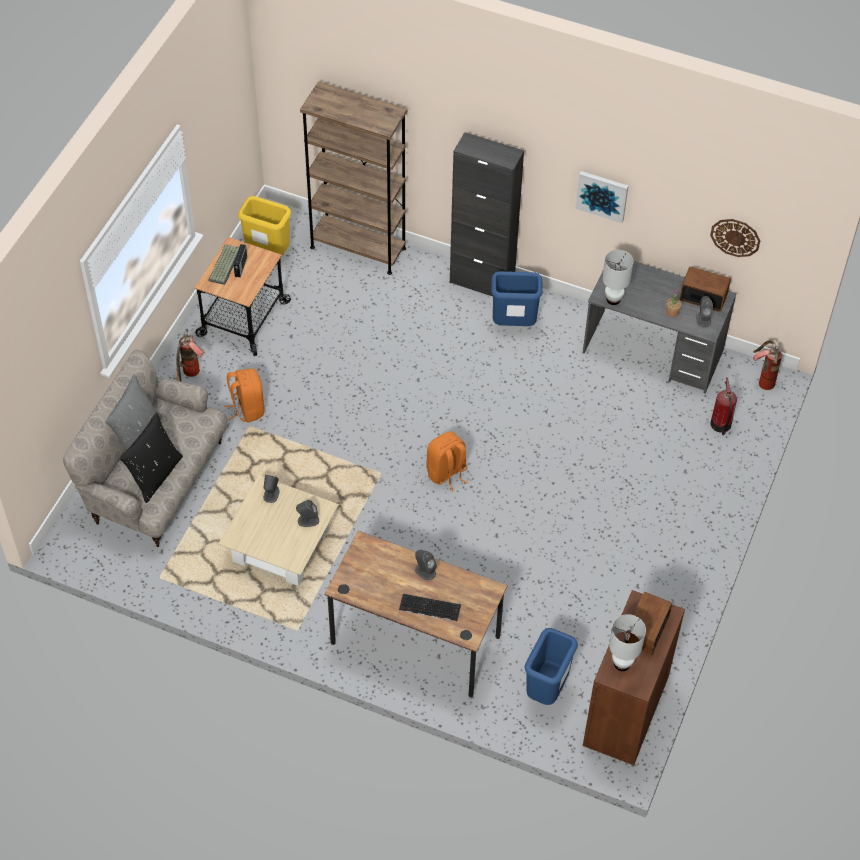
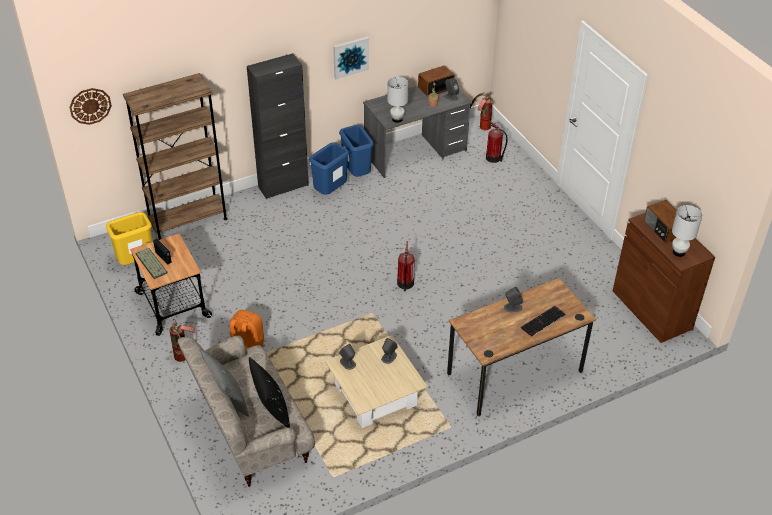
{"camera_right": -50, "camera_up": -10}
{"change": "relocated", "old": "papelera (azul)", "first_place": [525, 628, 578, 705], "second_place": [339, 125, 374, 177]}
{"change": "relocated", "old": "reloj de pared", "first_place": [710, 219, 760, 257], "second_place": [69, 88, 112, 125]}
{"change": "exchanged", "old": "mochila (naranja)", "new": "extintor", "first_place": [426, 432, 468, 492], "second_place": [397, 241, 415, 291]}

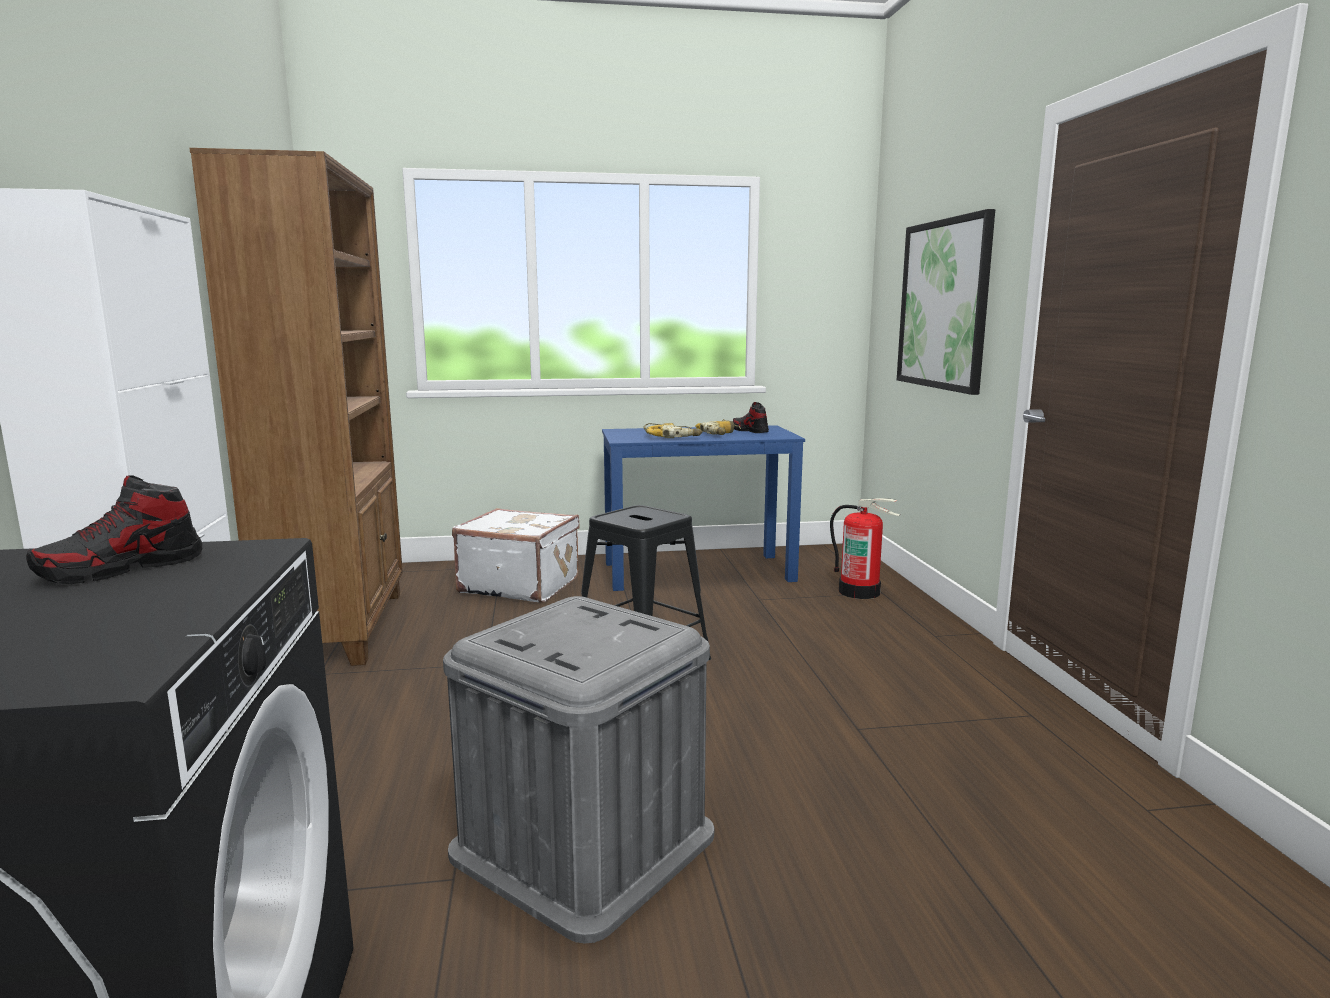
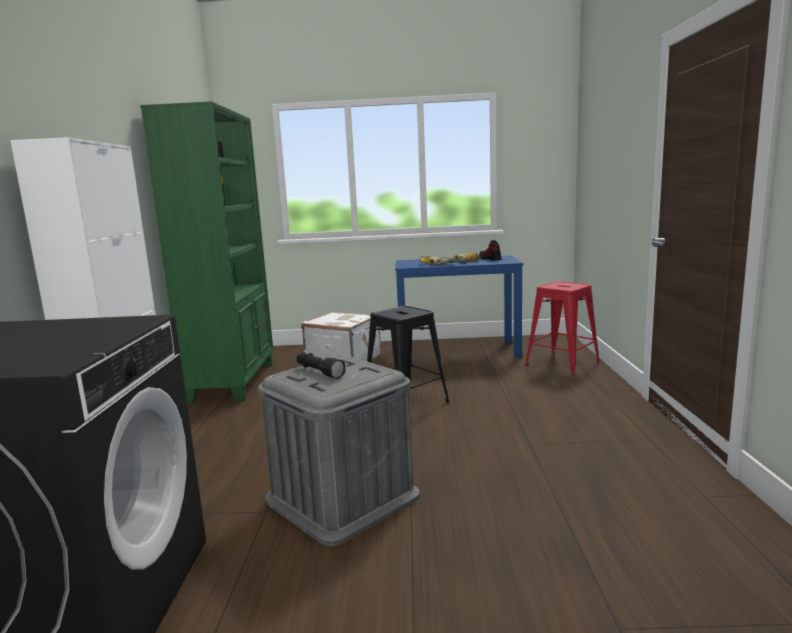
{"camera_right": 10, "camera_up": 0}
{"change": "missing", "old": "zapato", "first_place": [26, 476, 202, 584]}
{"change": "missing", "old": "cuadro", "first_place": [897, 209, 995, 395]}
{"change": "appeared", "new": "linterna (negro)", "second_place": [296, 353, 346, 379]}
{"change": "exchanged", "old": "extintor", "new": "taburete (rojo)", "first_place": [830, 498, 900, 599], "second_place": [525, 281, 600, 376]}
{"change": "colour", "old": "estantería (marrón)", "new": "estantería (verde)", "first_place": [189, 148, 403, 666], "second_place": [140, 101, 274, 404]}

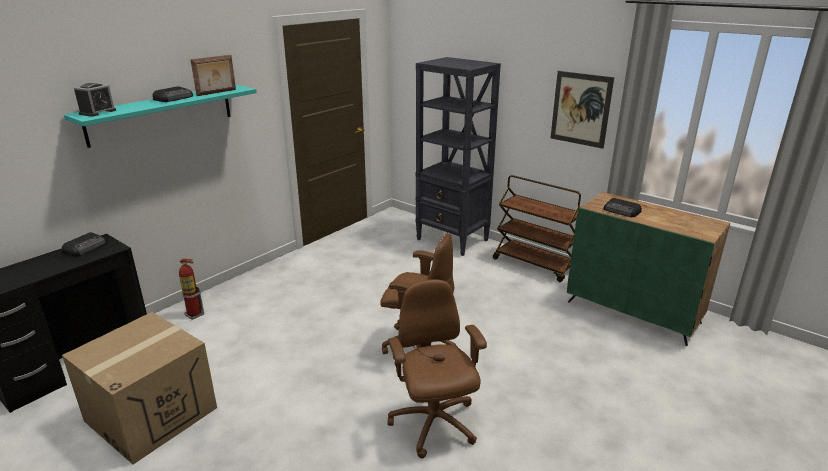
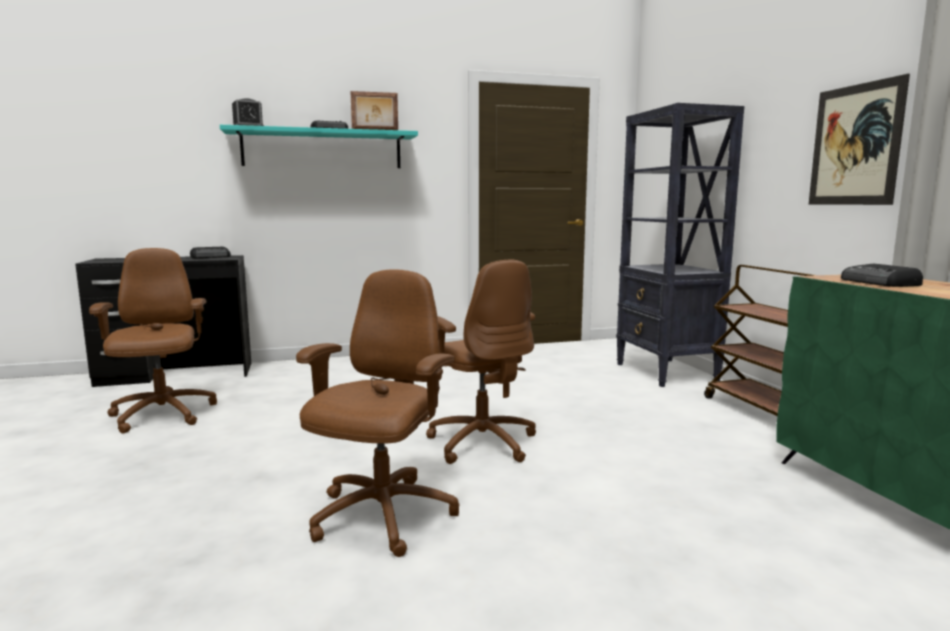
{"camera_right": 35, "camera_up": -15}
{"change": "missing", "old": "extintor", "first_place": [179, 259, 204, 320]}
{"change": "exchanged", "old": "caja de cartón", "new": "silla de oficina (marrón)", "first_place": [62, 312, 217, 464], "second_place": [89, 248, 217, 434]}

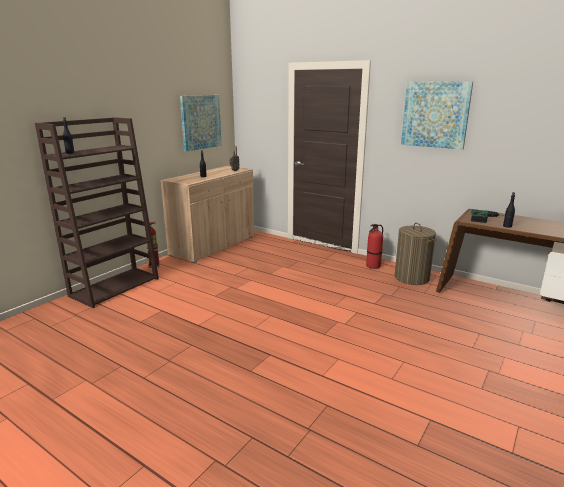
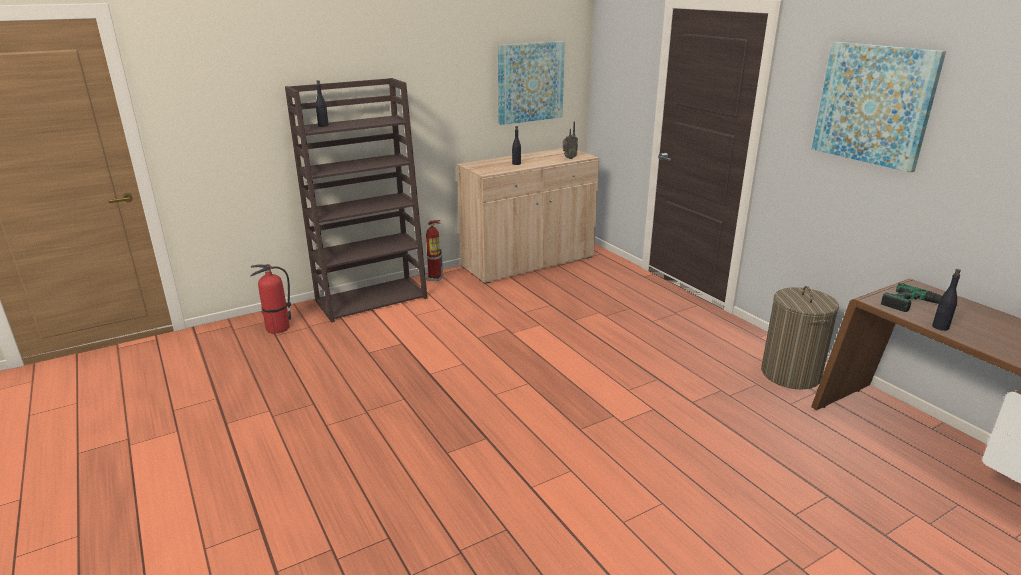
{"camera_right": 25, "camera_up": 5}
{"change": "relocated", "old": "extintor", "first_place": [366, 224, 383, 269], "second_place": [251, 264, 291, 334]}

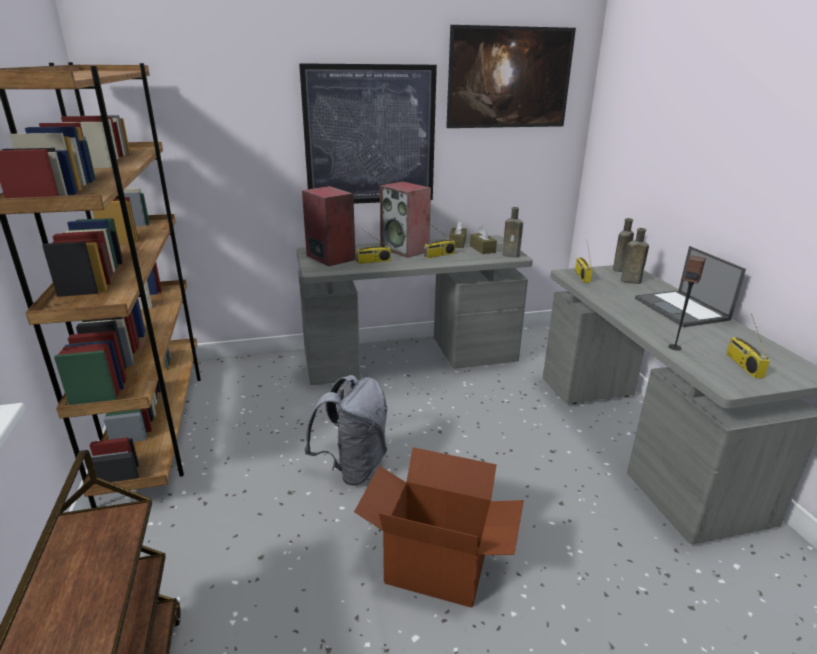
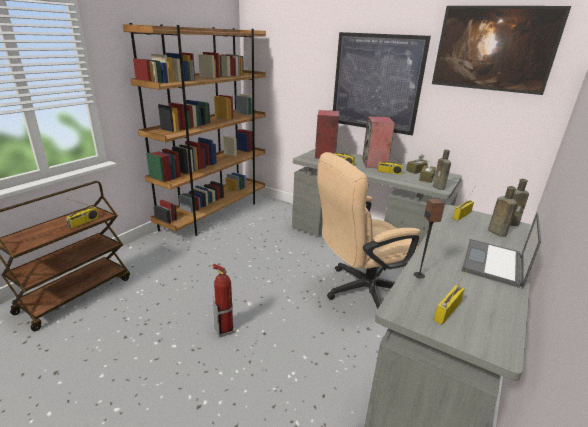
{"camera_right": 45, "camera_up": 0}
{"change": "missing", "old": "mochila (gris)", "first_place": [304, 375, 388, 485]}
{"change": "appeared", "new": "radio", "second_place": [66, 199, 99, 229]}
{"change": "appeared", "new": "silla de oficina (beis)", "second_place": [317, 152, 420, 309]}
{"change": "exchanged", "old": "caja de cartón", "new": "extintor", "first_place": [354, 447, 524, 608], "second_place": [212, 264, 236, 337]}

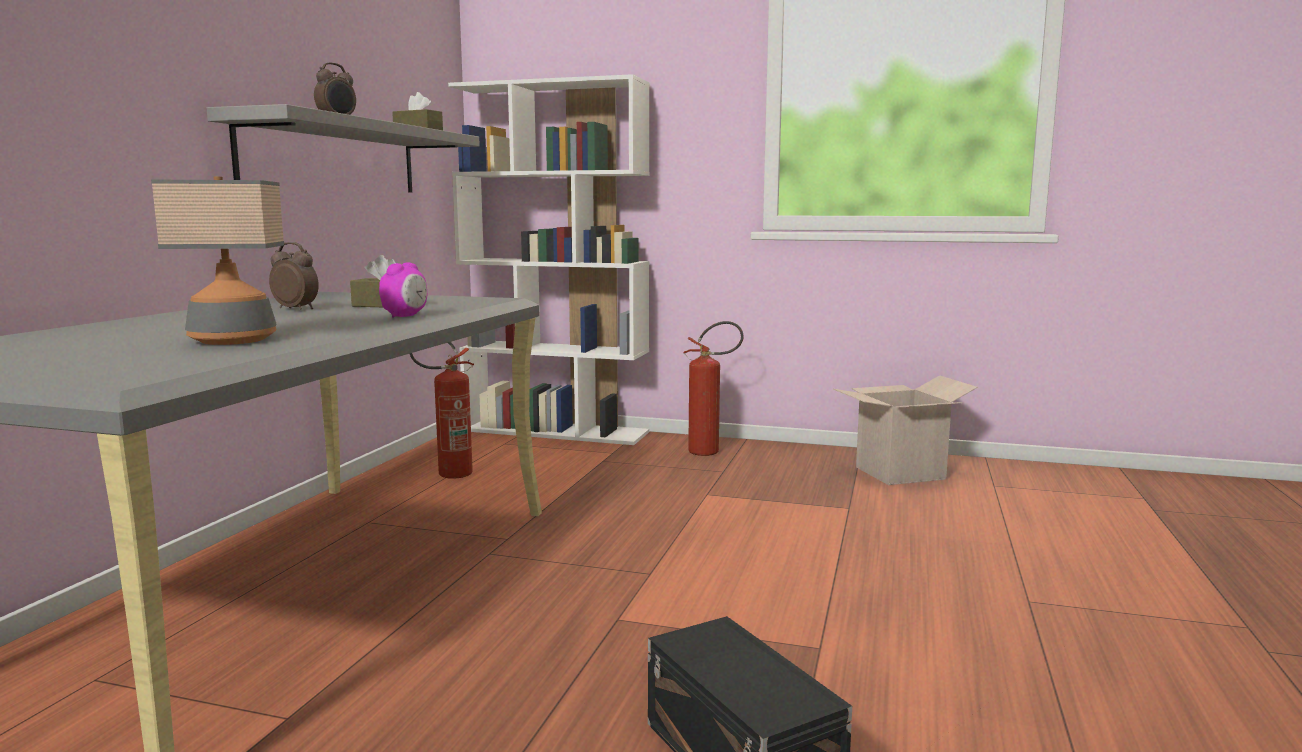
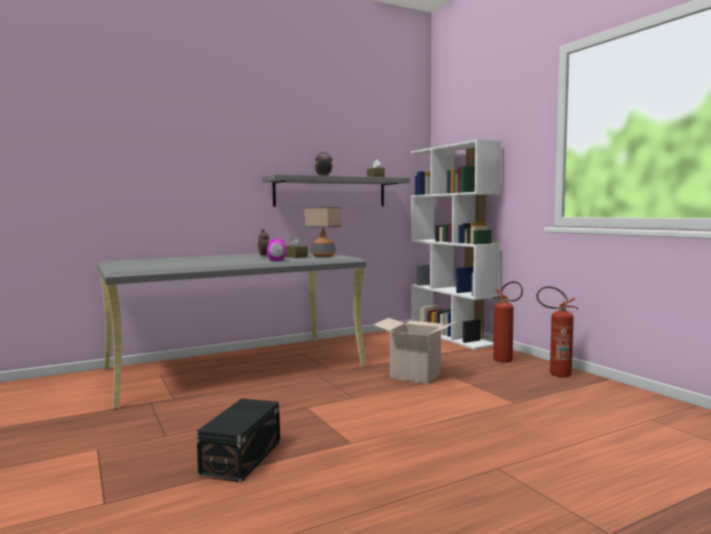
{"camera_right": 45, "camera_up": -5}
{"change": "relocated", "old": "lámpara de mesa", "first_place": [151, 177, 284, 345], "second_place": [304, 206, 342, 257]}
{"change": "relocated", "old": "extintor", "first_place": [410, 342, 474, 479], "second_place": [536, 286, 578, 377]}
{"change": "relocated", "old": "caja de cartón", "first_place": [833, 375, 978, 485], "second_place": [373, 318, 457, 384]}

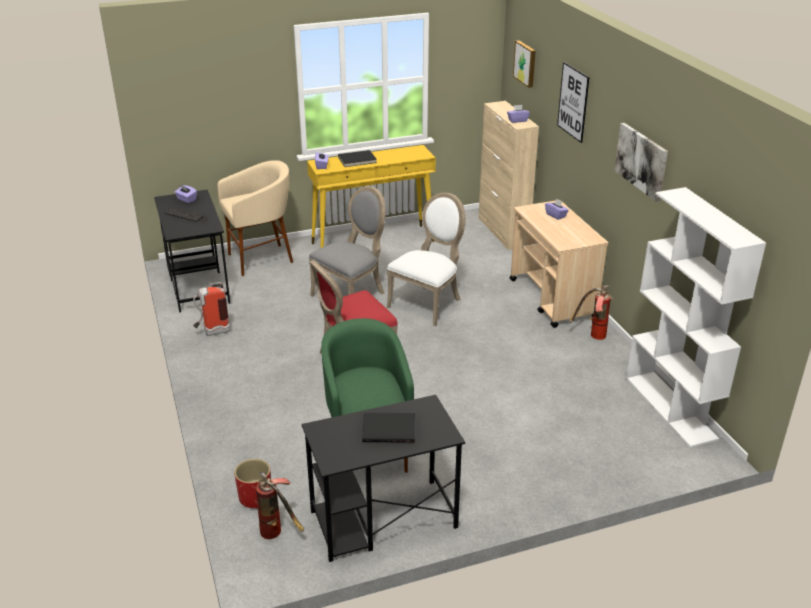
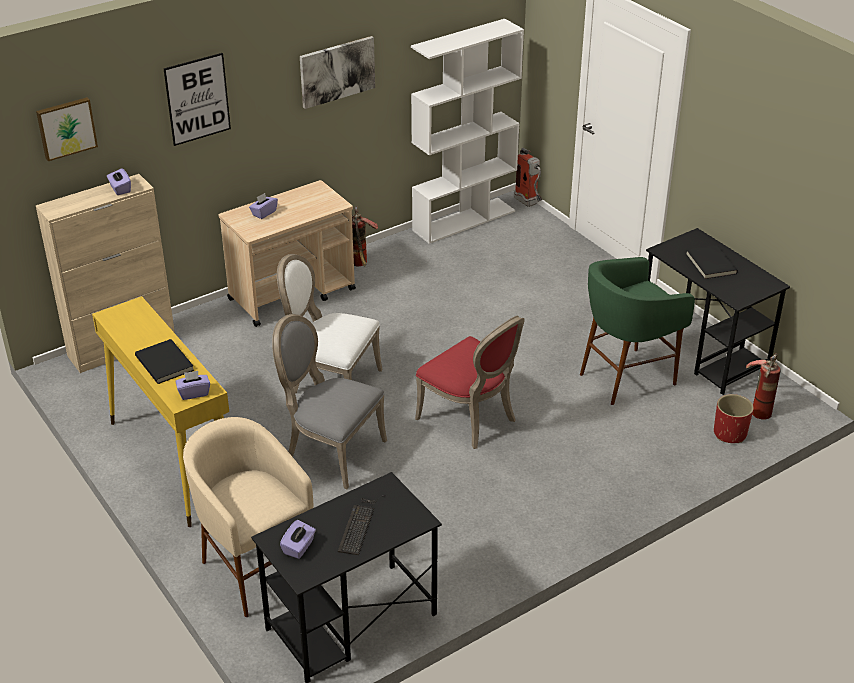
{"camera_right": -105, "camera_up": 5}
{"change": "relocated", "old": "extintor", "first_place": [193, 282, 231, 336], "second_place": [514, 148, 542, 207]}

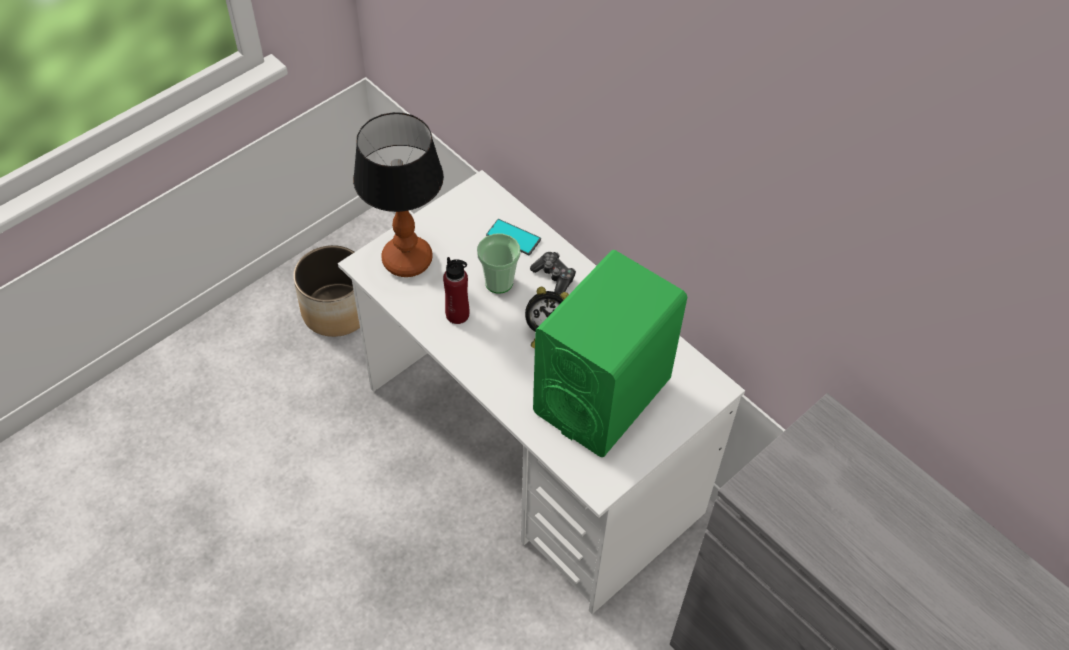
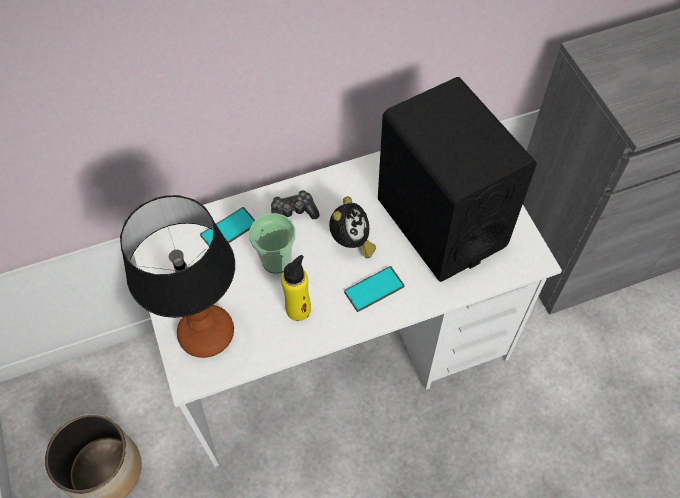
{"camera_right": -65, "camera_up": 5}
{"change": "appeared", "new": "móvil", "second_place": [344, 266, 404, 312]}
{"change": "colour", "old": "botella (rojo)", "new": "botella (amarillo)", "first_place": [443, 257, 469, 324], "second_place": [281, 255, 311, 321]}
{"change": "colour", "old": "altavoz (verde)", "new": "altavoz (negro)", "first_place": [533, 250, 687, 457], "second_place": [378, 77, 537, 282]}

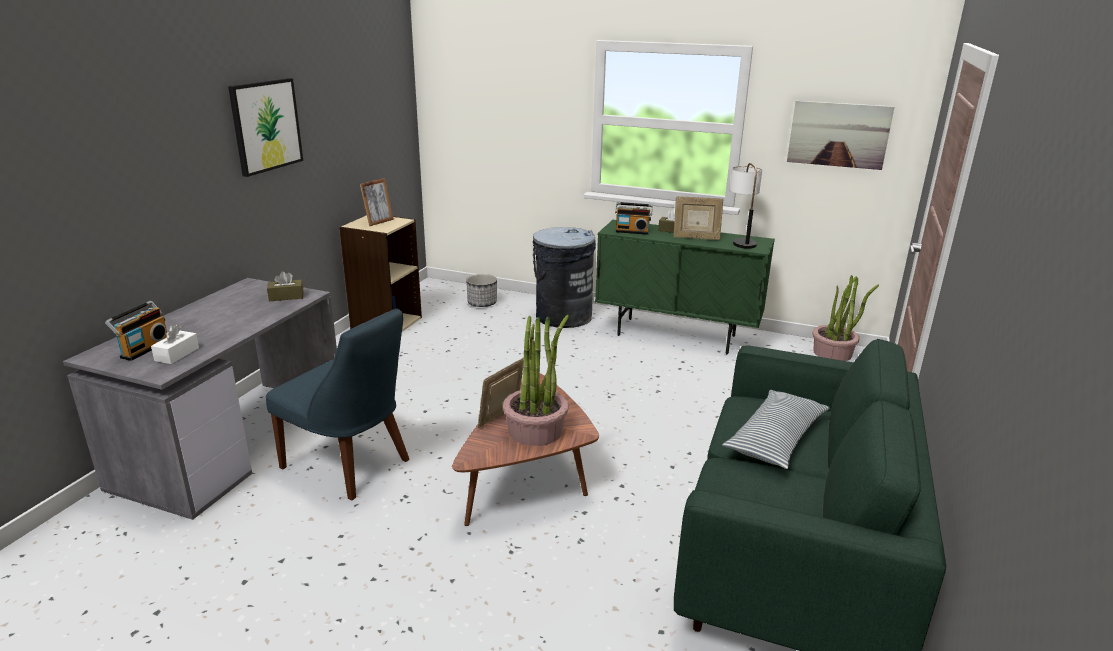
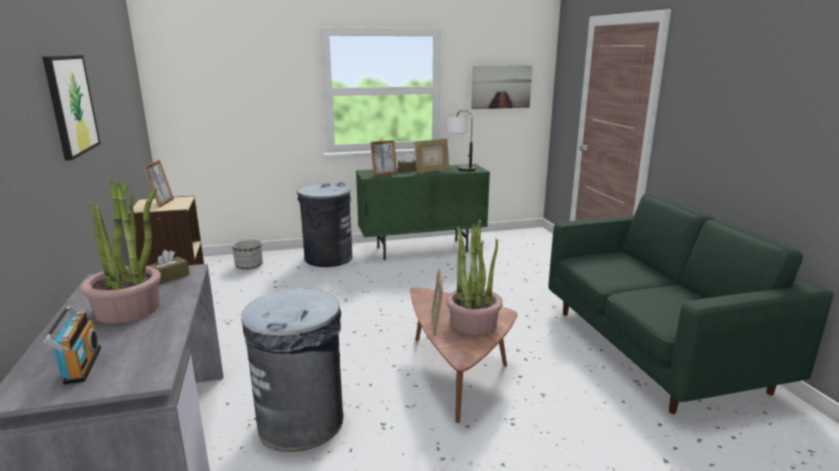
{"camera_right": -35, "camera_up": -5}
{"change": "missing", "old": "caja de pañuelos (blanco)", "first_place": [151, 324, 199, 364]}
{"change": "missing", "old": "cojín", "first_place": [722, 390, 830, 469]}
{"change": "relocated", "old": "planta en maceta", "first_place": [812, 275, 879, 361], "second_place": [81, 181, 161, 323]}
{"change": "exchanged", "old": "silla (azul)", "new": "papelera (gris)", "first_place": [266, 308, 410, 500], "second_place": [241, 288, 343, 452]}
{"change": "exchanged", "old": "radio", "new": "portarretratos", "first_place": [615, 202, 653, 235], "second_place": [370, 140, 397, 176]}

